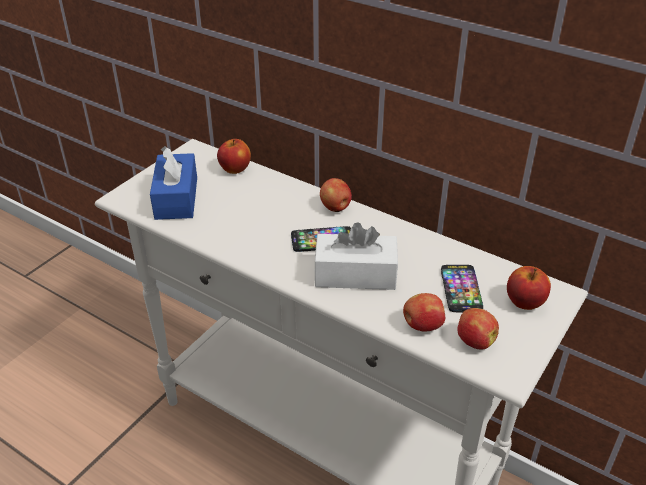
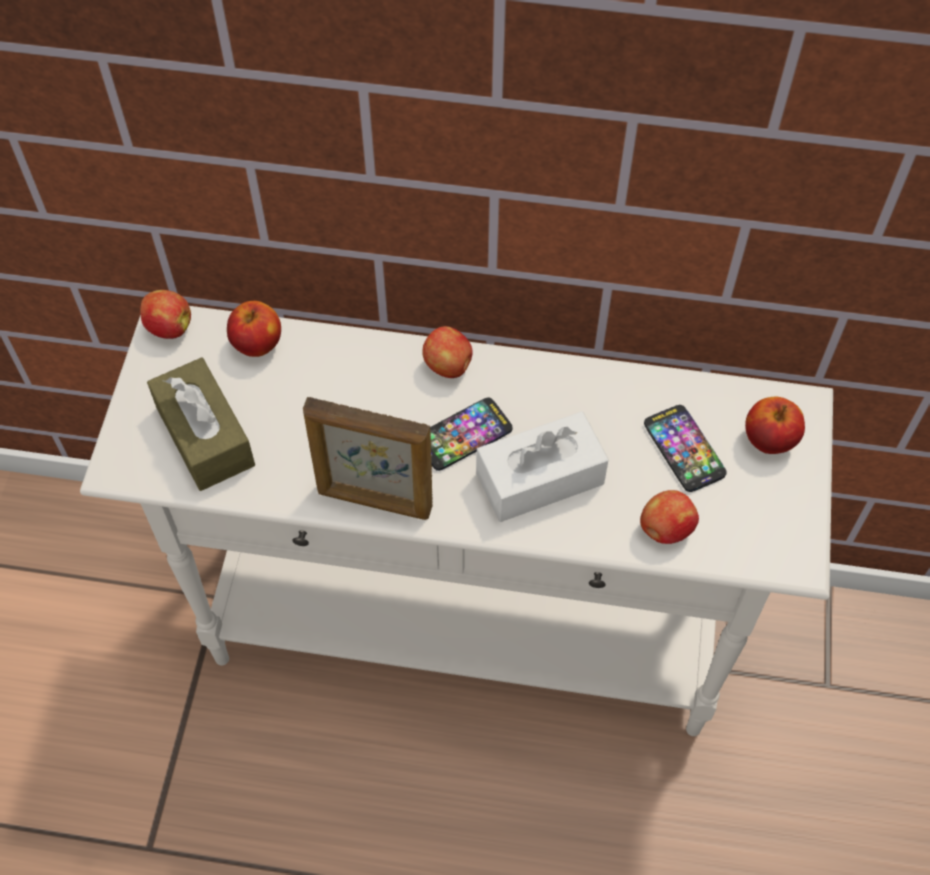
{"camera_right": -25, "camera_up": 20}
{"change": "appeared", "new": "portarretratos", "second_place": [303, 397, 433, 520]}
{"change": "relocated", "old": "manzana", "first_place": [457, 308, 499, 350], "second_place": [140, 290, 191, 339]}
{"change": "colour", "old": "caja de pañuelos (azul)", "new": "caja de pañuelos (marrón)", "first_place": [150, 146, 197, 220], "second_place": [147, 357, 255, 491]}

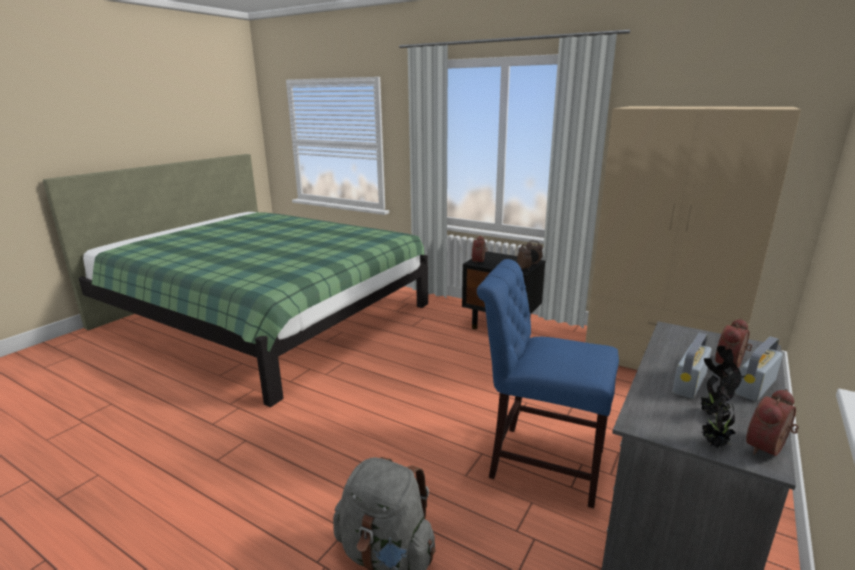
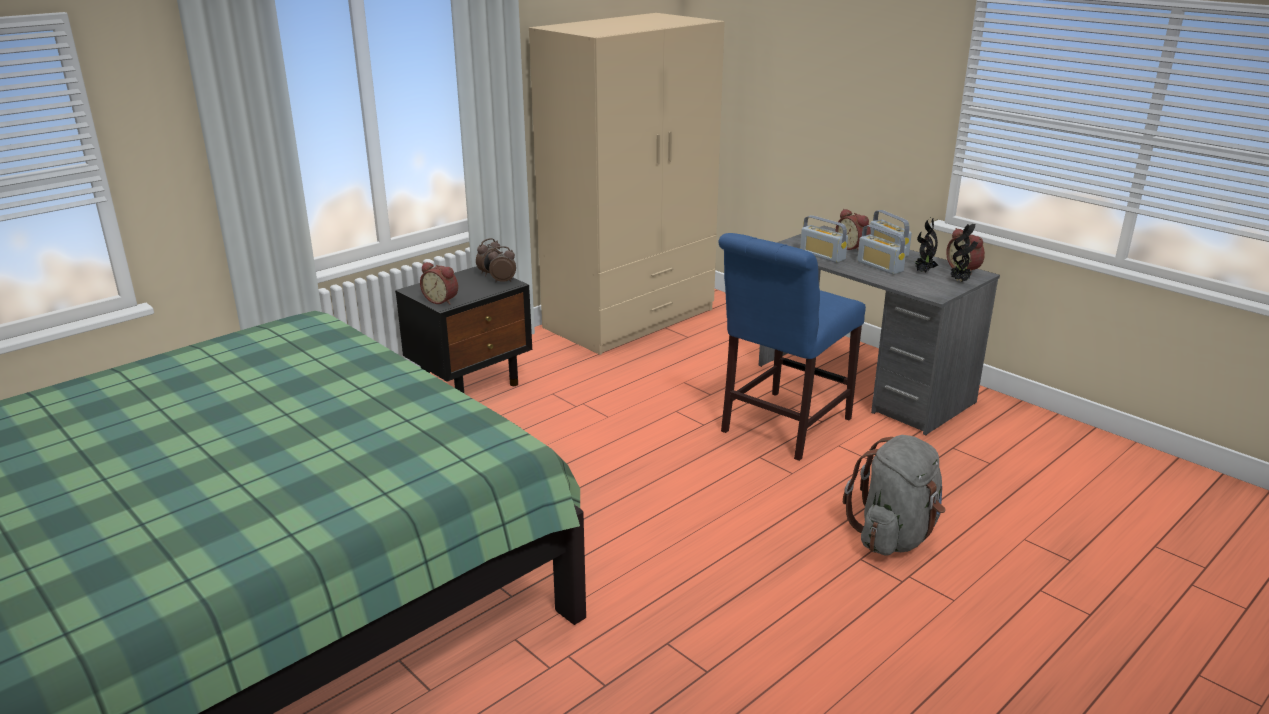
{"camera_right": -75, "camera_up": 5}
{"change": "appeared", "new": "radio", "second_place": [800, 215, 848, 263]}

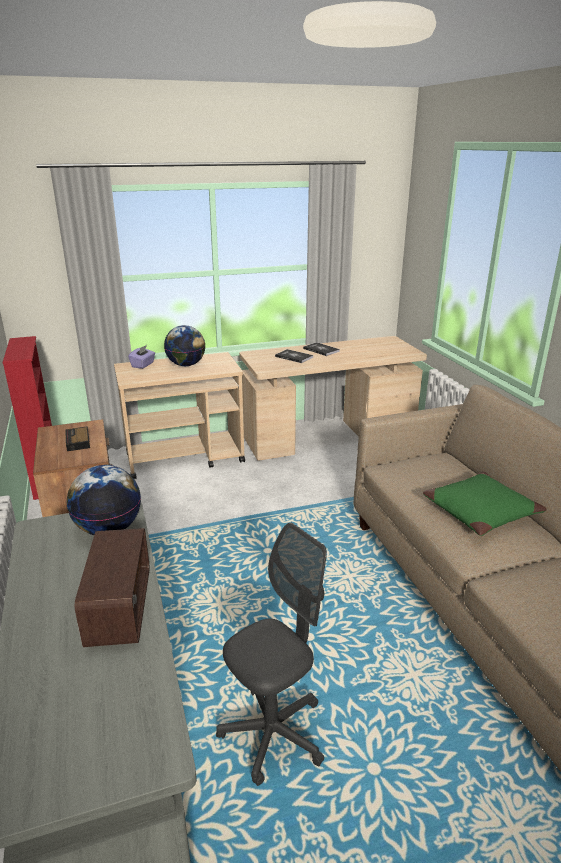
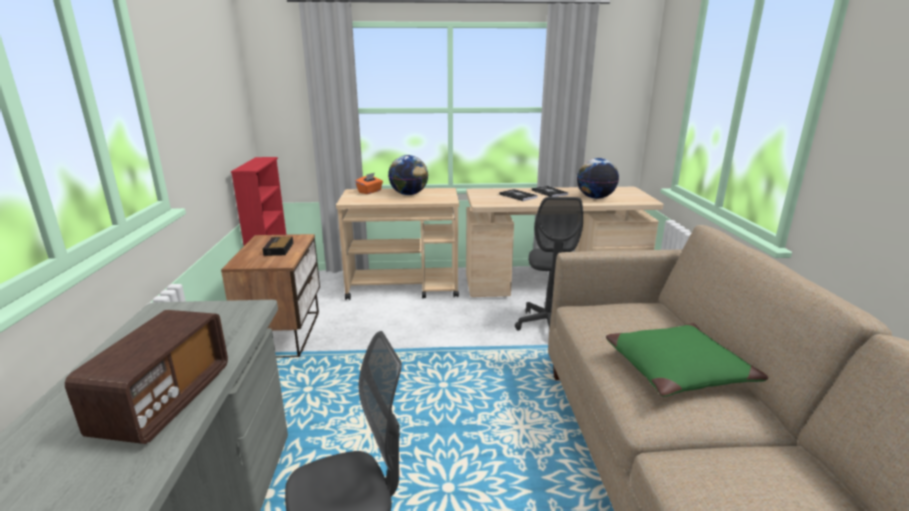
{"camera_right": 15, "camera_up": -5}
{"change": "appeared", "new": "silla de oficina (gris)", "second_place": [515, 197, 583, 331]}
{"change": "relocated", "old": "globo terráqueo", "first_place": [67, 465, 141, 535], "second_place": [577, 158, 619, 199]}
{"change": "colour", "old": "caja de pañuelos (morado)", "new": "caja de pañuelos (naranja)", "first_place": [128, 345, 155, 369], "second_place": [355, 173, 383, 194]}

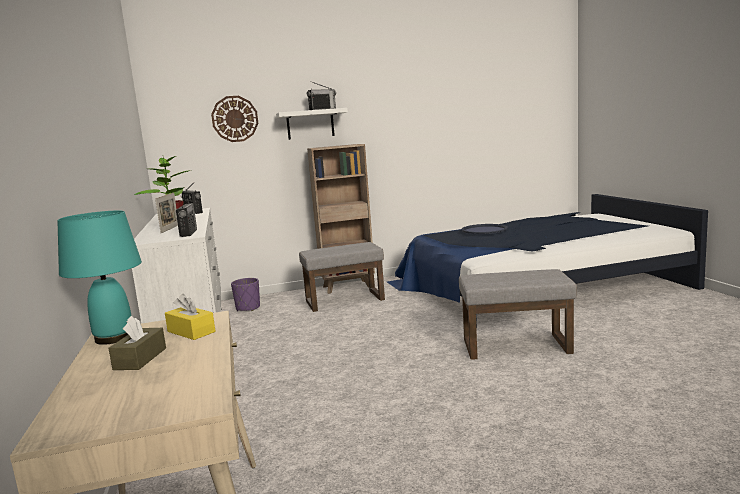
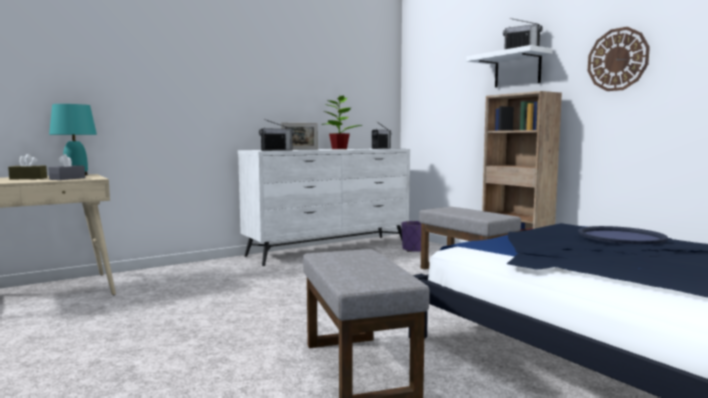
{"camera_right": 70, "camera_up": -5}
{"change": "relocated", "old": "reloj de pared", "first_place": [211, 96, 259, 142], "second_place": [588, 27, 650, 91]}
{"change": "colour", "old": "caja de pañuelos (amarillo)", "new": "caja de pañuelos (gris)", "first_place": [165, 294, 215, 340], "second_place": [48, 154, 85, 180]}

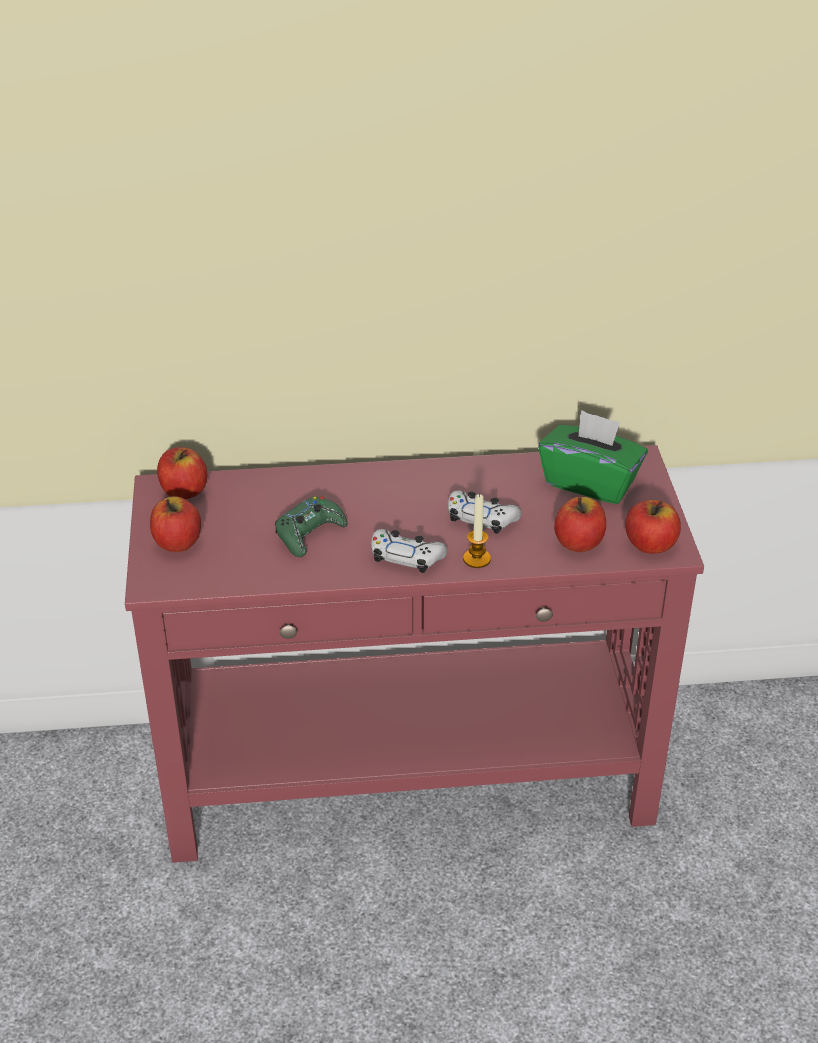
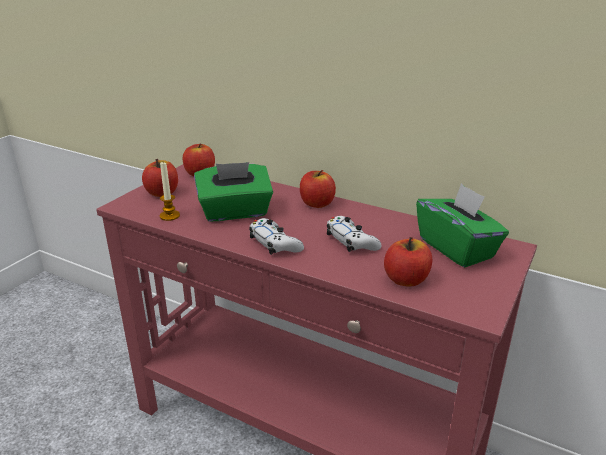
{"camera_right": 35, "camera_up": -10}
{"change": "relocated", "old": "vela", "first_place": [463, 493, 491, 568], "second_place": [160, 162, 180, 221]}
{"change": "relocated", "old": "manzana", "first_place": [625, 500, 681, 554], "second_place": [300, 170, 336, 208]}
{"change": "exchanged", "old": "mando de consola (verde)", "new": "caja de pañuelos (verde)", "first_place": [275, 496, 348, 557], "second_place": [194, 162, 273, 222]}

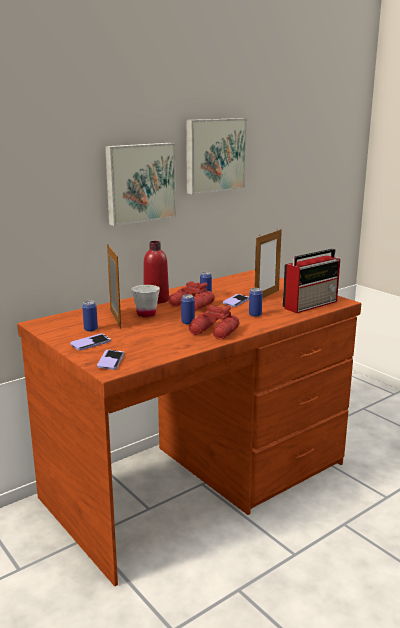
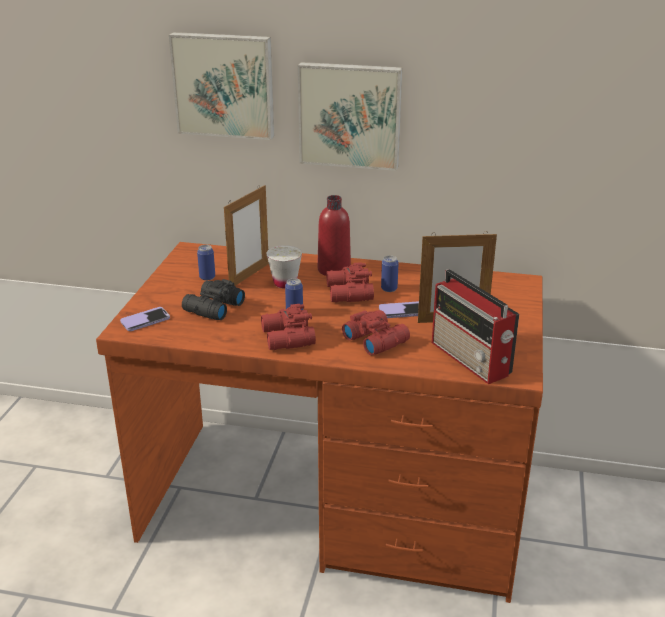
{"camera_right": 50, "camera_up": 10}
{"change": "missing", "old": "móvil", "first_place": [70, 334, 111, 351]}
{"change": "appeared", "new": "prismáticos (negro)", "second_place": [182, 279, 245, 320]}
{"change": "relocated", "old": "cuadro", "first_place": [186, 118, 247, 194], "second_place": [169, 32, 274, 140]}
{"change": "exchanged", "old": "lata", "new": "prismáticos (rojo)", "first_place": [249, 288, 263, 317], "second_place": [342, 310, 410, 355]}
{"change": "spun", "old": "radio", "first_place": [283, 249, 340, 313], "second_place": [432, 269, 519, 384], "degrees": 45}

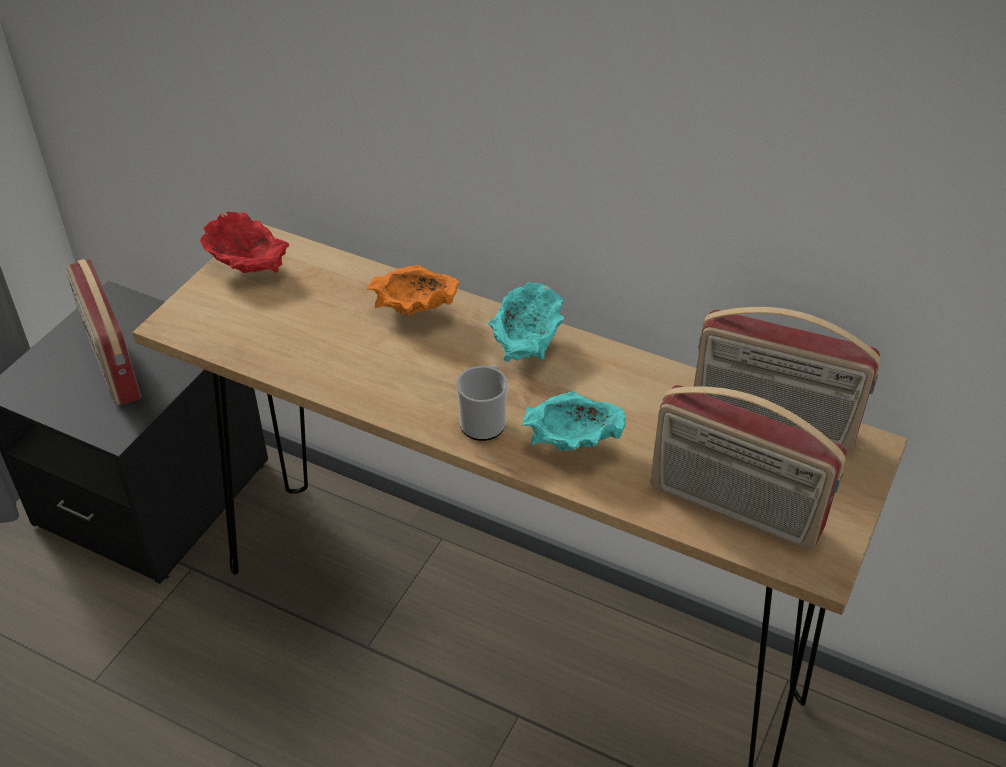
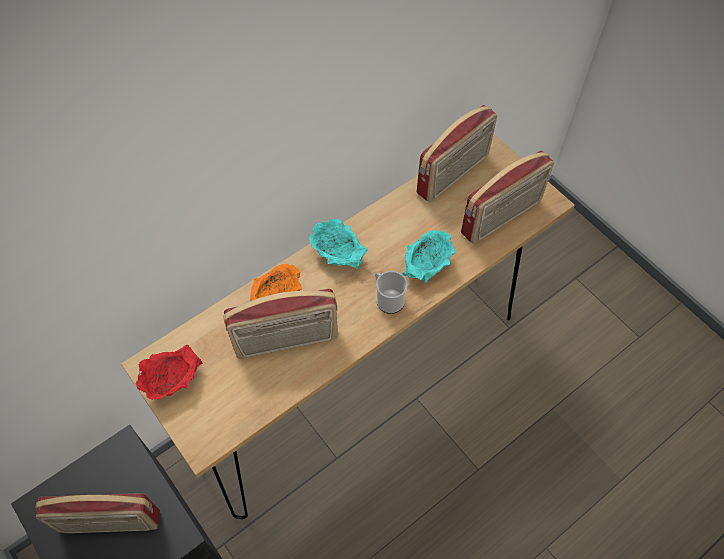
{"camera_right": -65, "camera_up": 15}
{"change": "appeared", "new": "radio", "second_place": [223, 289, 338, 359]}

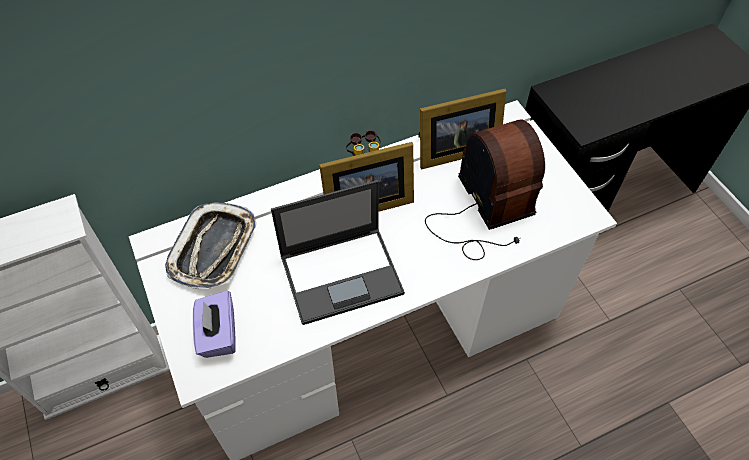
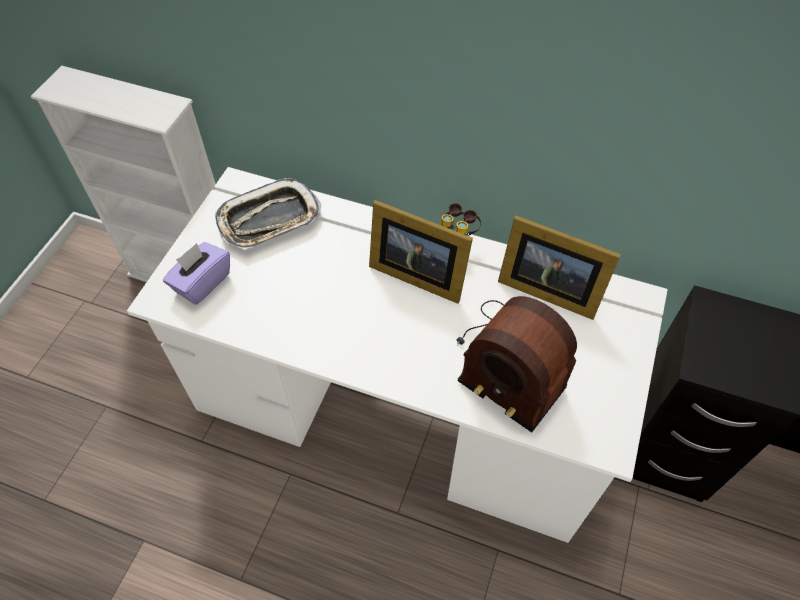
{"camera_right": 45, "camera_up": 0}
{"change": "missing", "old": "portátil", "first_place": [271, 180, 405, 325]}
{"change": "spun", "old": "radio", "first_place": [425, 119, 545, 260], "second_place": [457, 296, 577, 433], "degrees": 105}

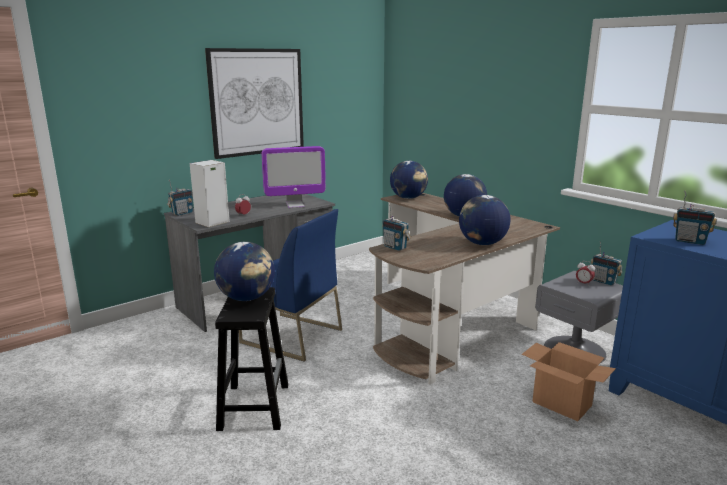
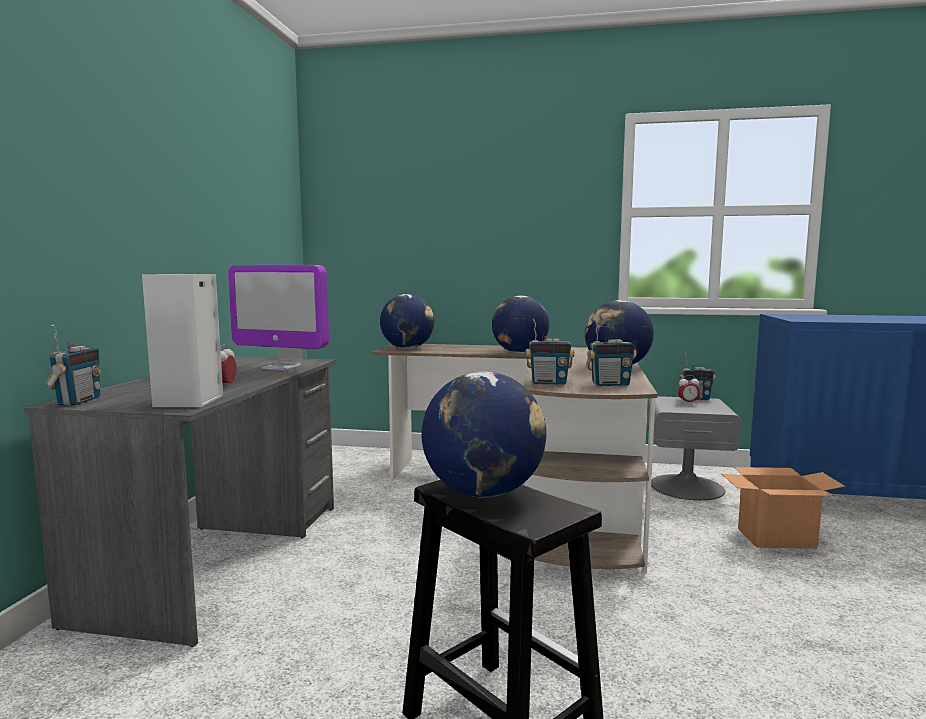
{"camera_right": -40, "camera_up": -10}
{"change": "missing", "old": "cuadro", "first_place": [205, 48, 304, 159]}
{"change": "missing", "old": "silla (azul)", "first_place": [239, 209, 342, 362]}
{"change": "relocated", "old": "radio", "first_place": [673, 190, 717, 245], "second_place": [586, 319, 637, 386]}
{"change": "spun", "old": "monitor", "first_place": [262, 146, 326, 208], "second_place": [228, 265, 329, 371], "degrees": 75}

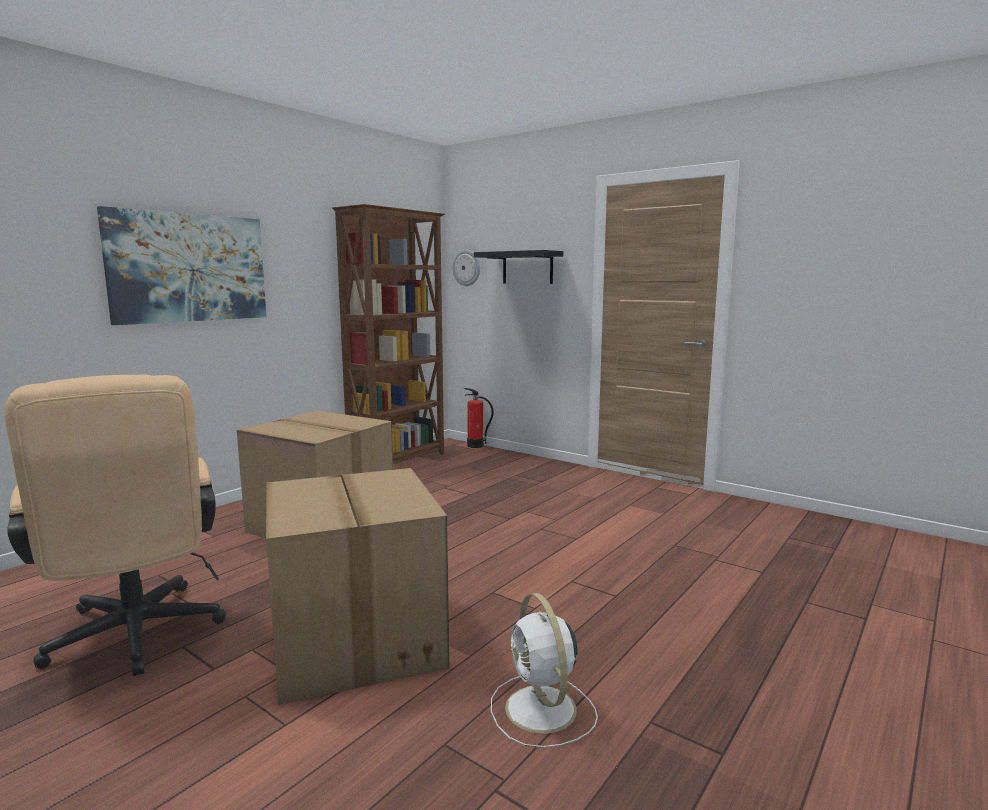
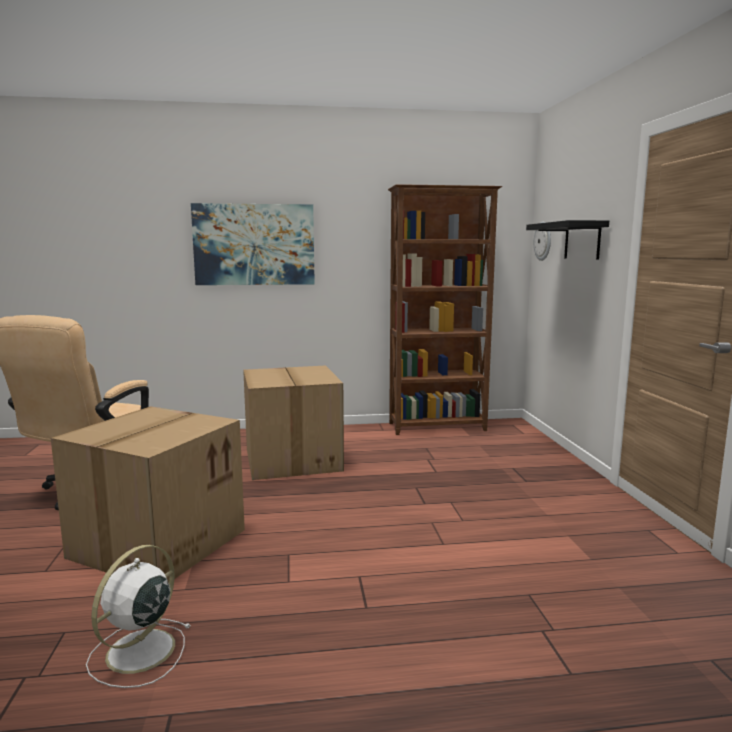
{"camera_right": 45, "camera_up": 0}
{"change": "missing", "old": "extintor", "first_place": [464, 388, 494, 448]}

